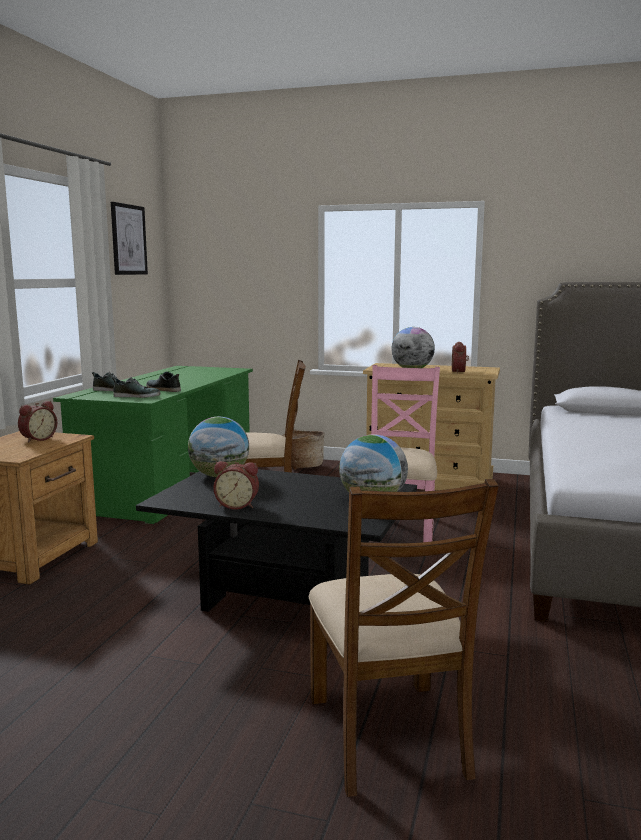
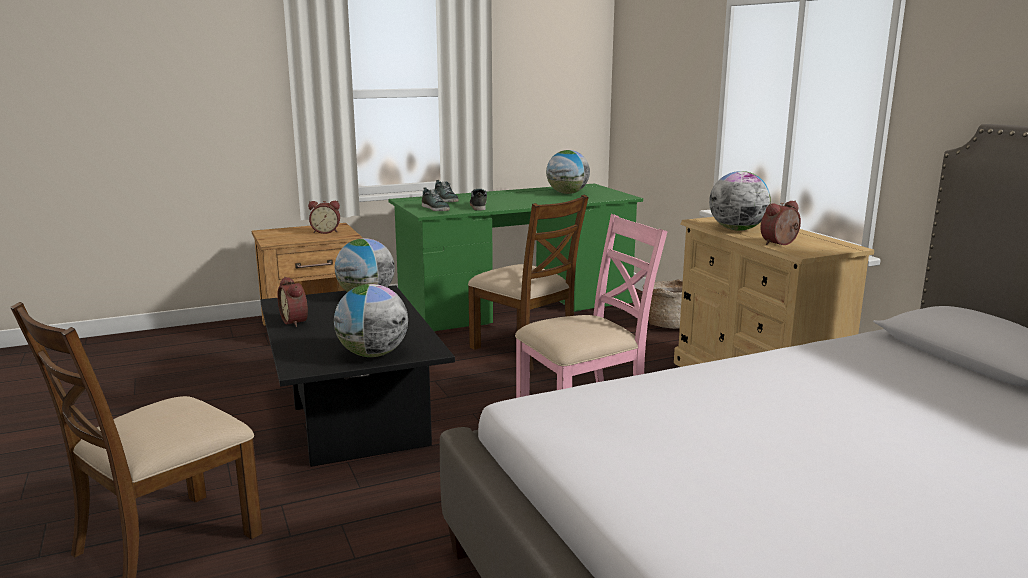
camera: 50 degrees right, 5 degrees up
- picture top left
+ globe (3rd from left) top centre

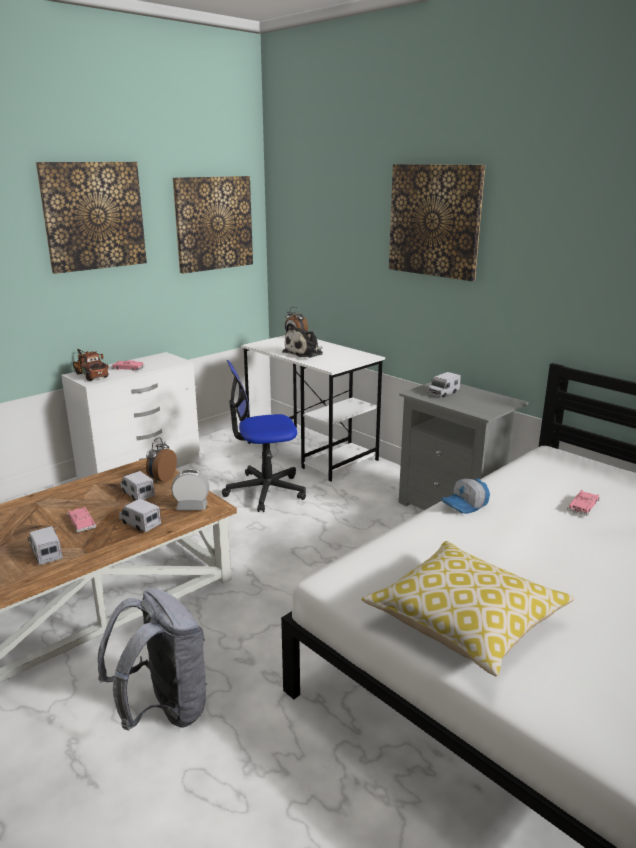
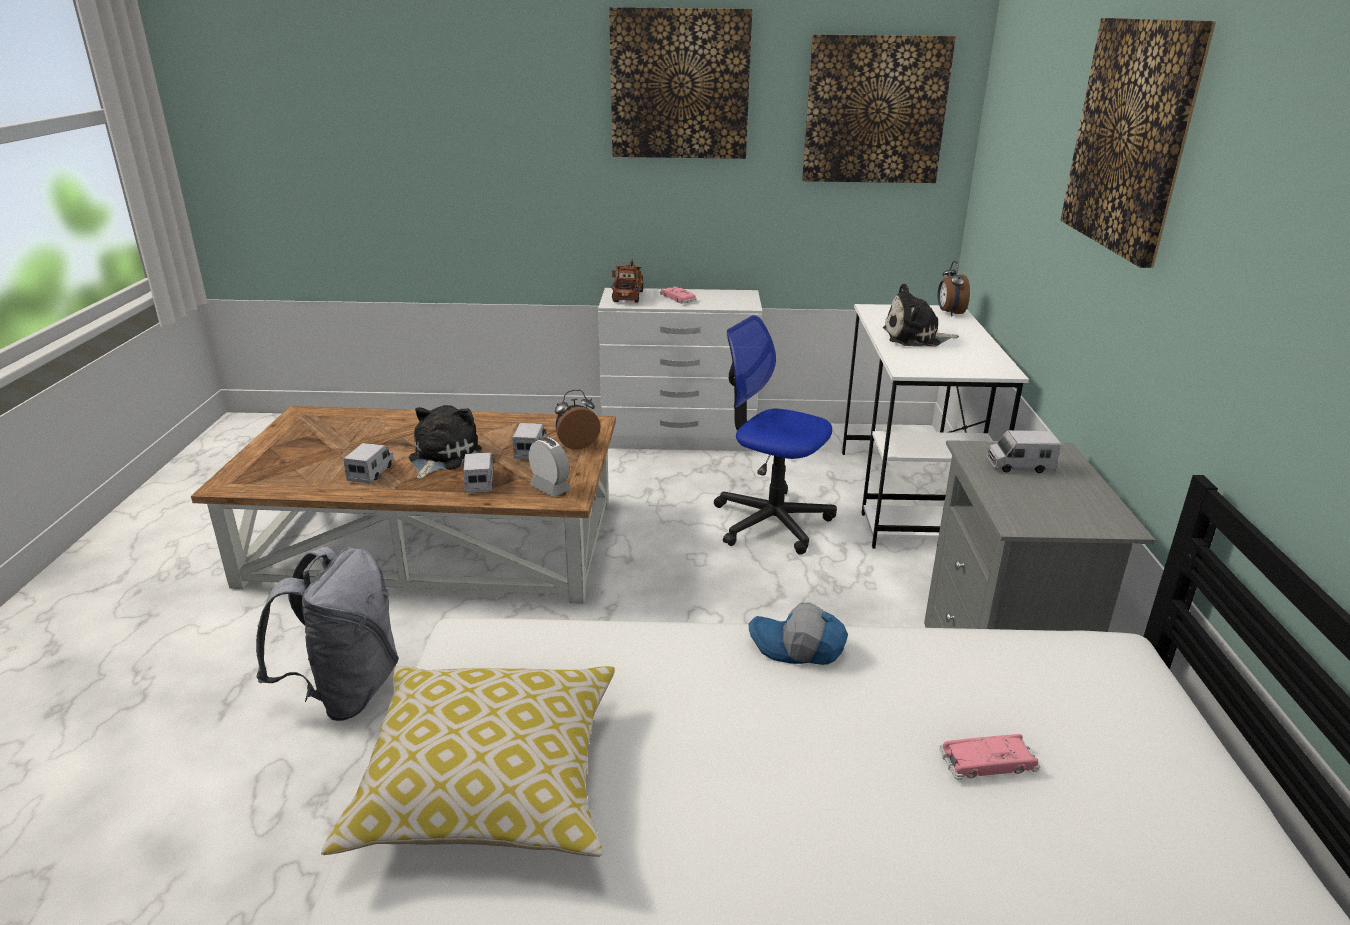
camera: 45 degrees right, 5 degrees up
~ pink miniature car (1st from left) middle left to plush toy (1st from left) middle left

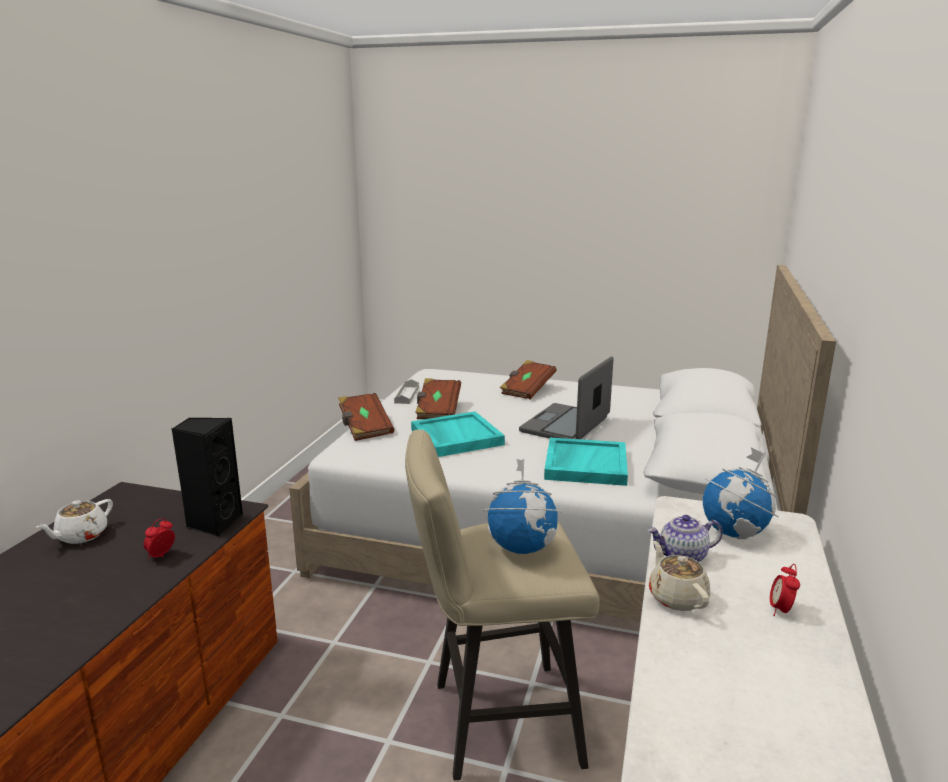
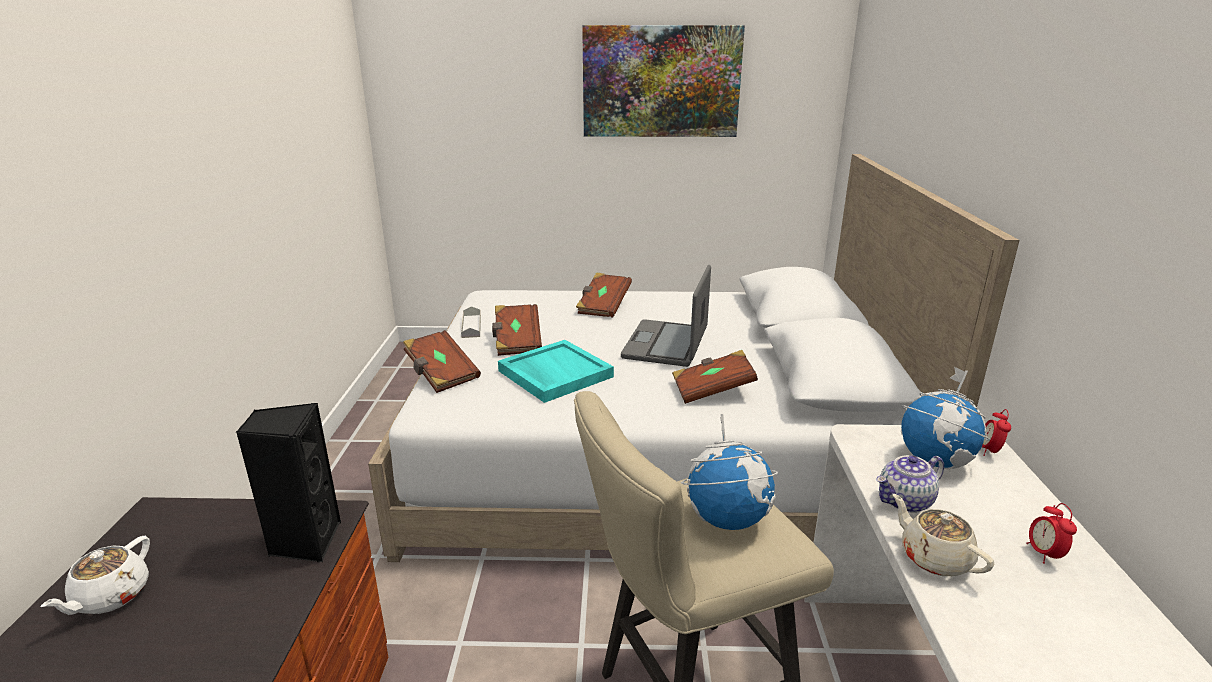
camera: 15 degrees left, 5 degrees up
~ turquoise-coloured carrying tray (2nd from left) centre to brown book (4th from left) centre
~ bedside clock (1st from left) bottom left to middle right
+ picture top centre

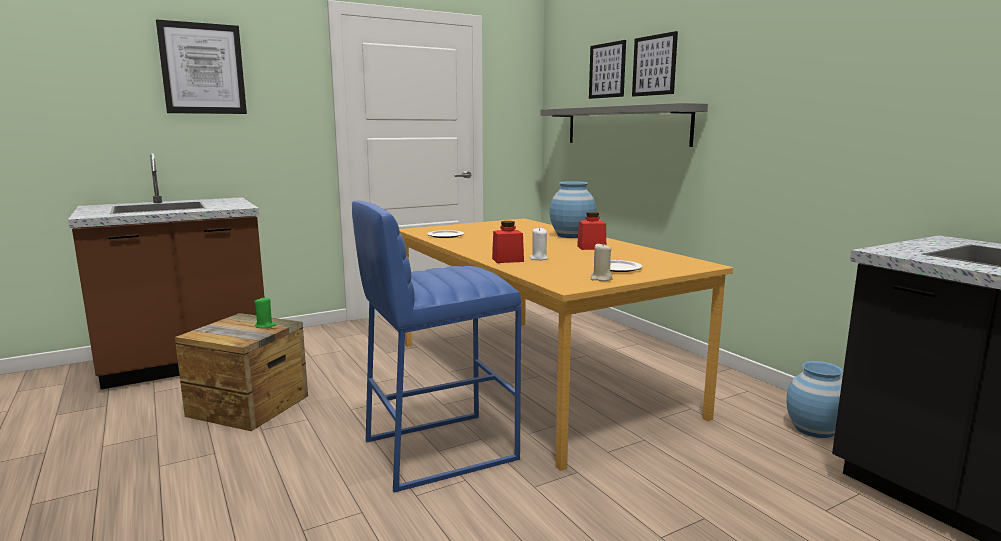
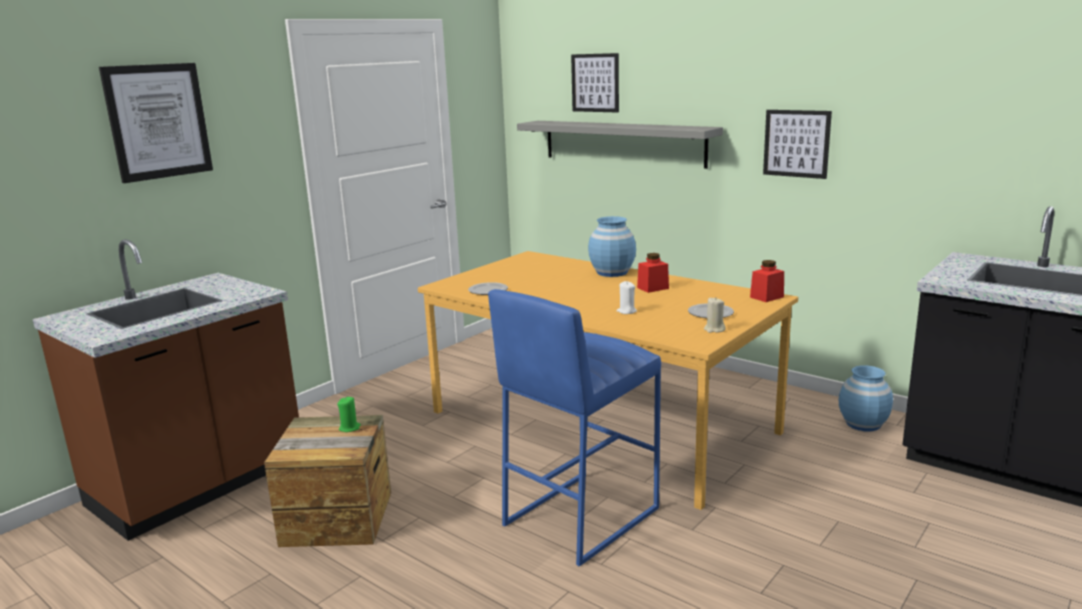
camera: 20 degrees left, 5 degrees up
~ picture (3rd from left) top centre to top right
~ red-coloured preserve jar (1st from left in the first image) centre to red-coloured preserve jar (2nd from left) middle right

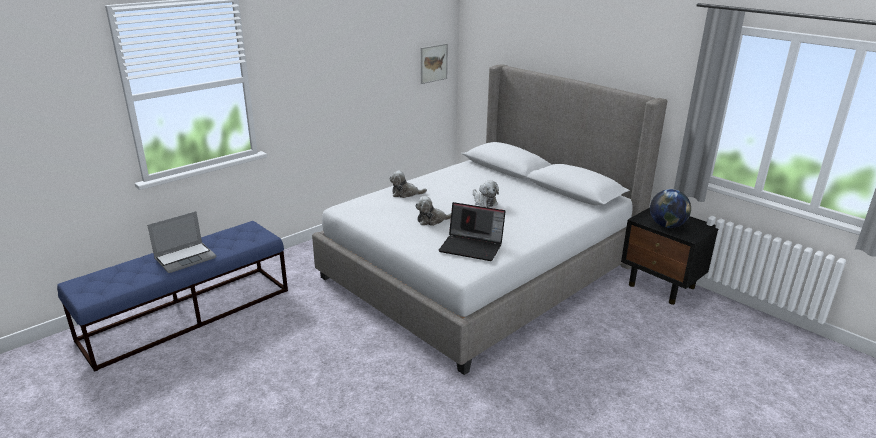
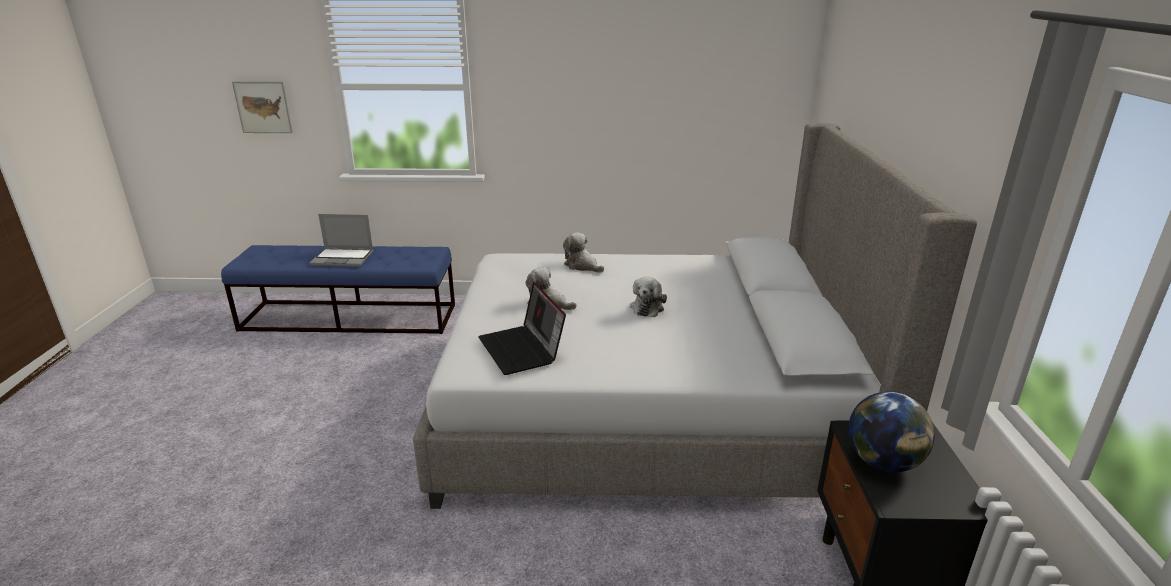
camera: 45 degrees right, 0 degrees up
~ picture top centre to top left

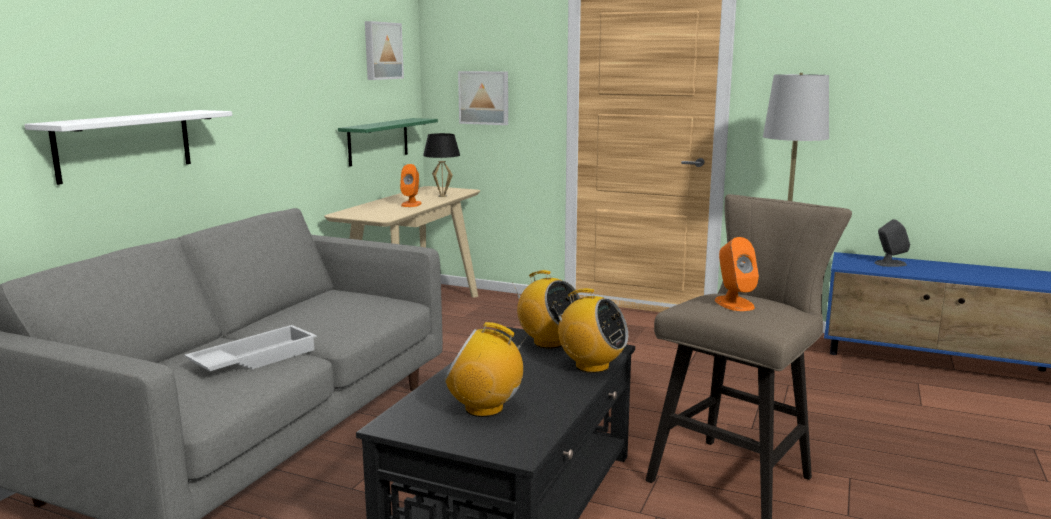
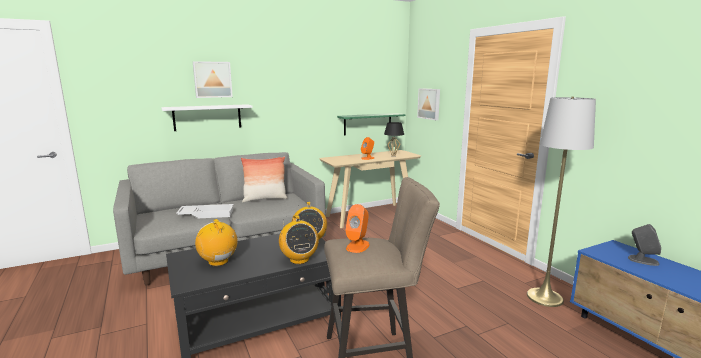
camera: 40 degrees right, 0 degrees up
~ picture (1st from left) top centre to top left
+ throw pillow centre

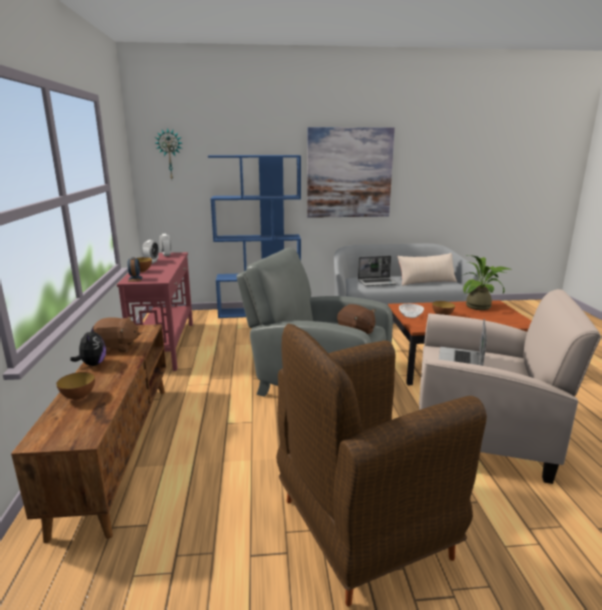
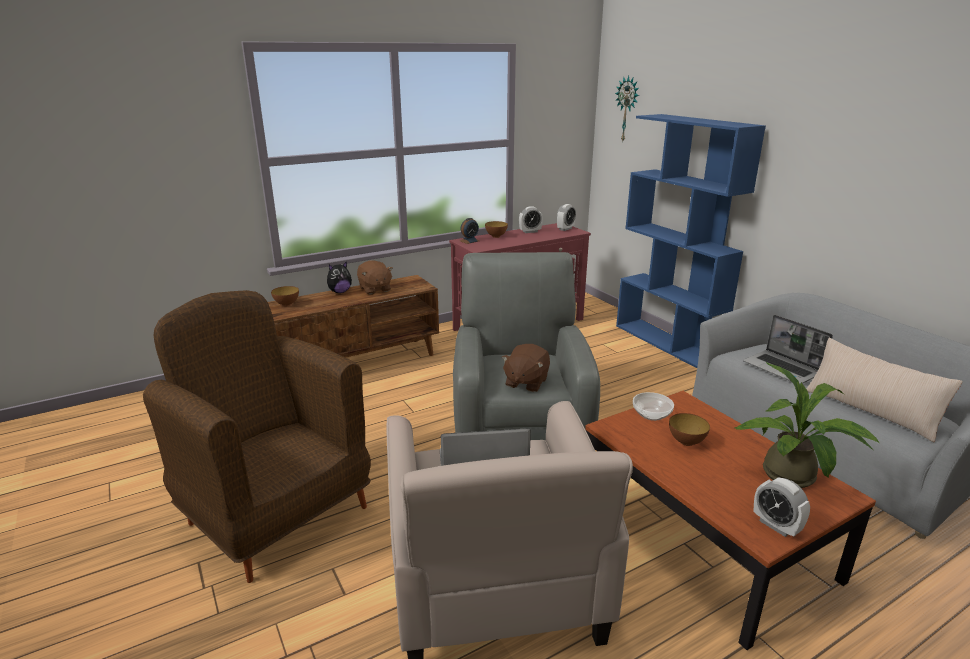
camera: 65 degrees right, 5 degrees up
- picture top centre
+ bedside clock (4th from left) bottom right

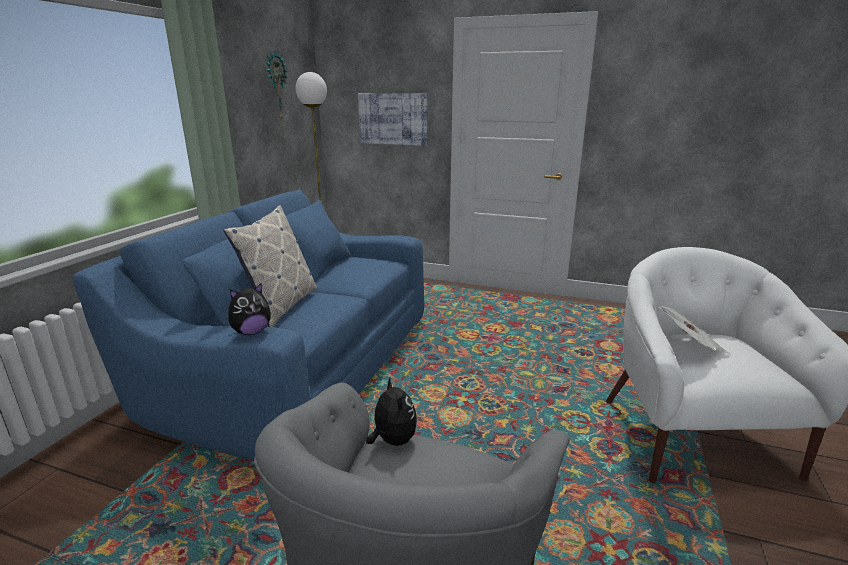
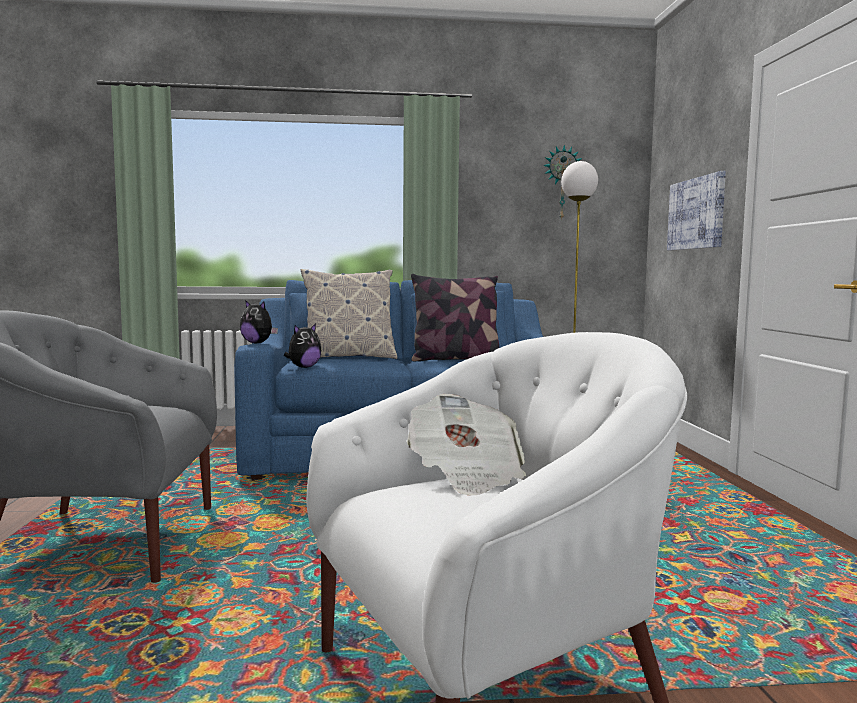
camera: 65 degrees right, 15 degrees down
~ plush toy (2nd from left) bottom centre to centre
+ throw pillow (2nd from left) centre

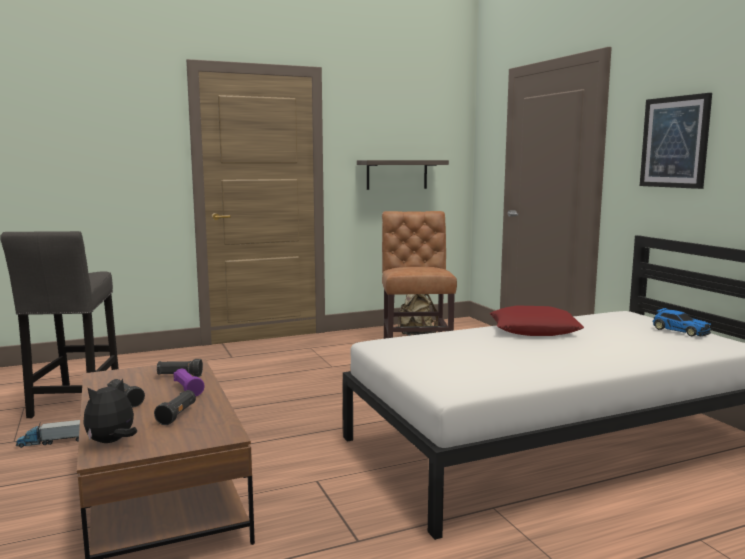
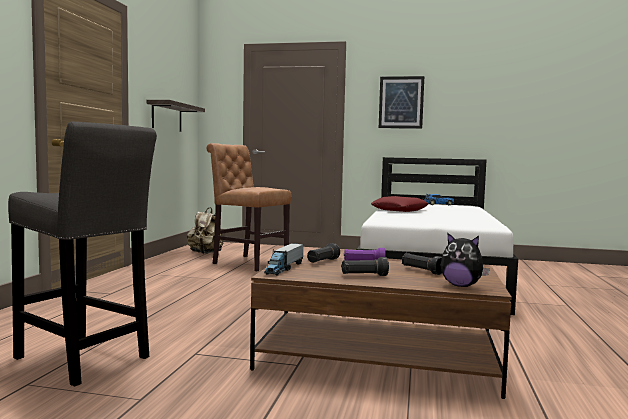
camera: 55 degrees left, 5 degrees down
~ plush toy bottom left = middle right 45 degrees counterclockwise
~ model truck bottom left to centre

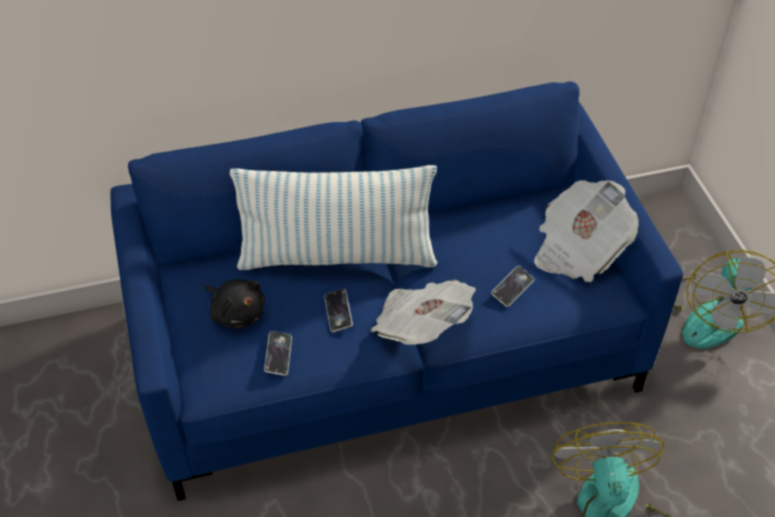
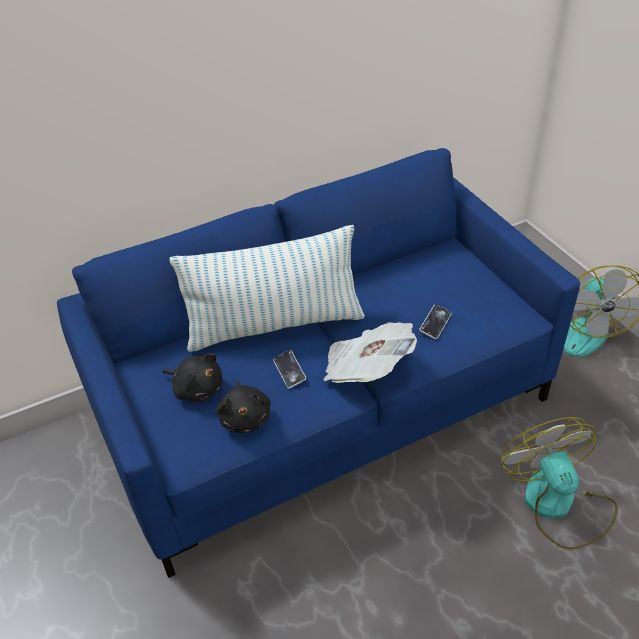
camera: 10 degrees left, 5 degrees down
- printed paper (2nd from left) middle right
~ handset (1st from left) bottom centre to black-coloured plush toy (2nd from left) centre

